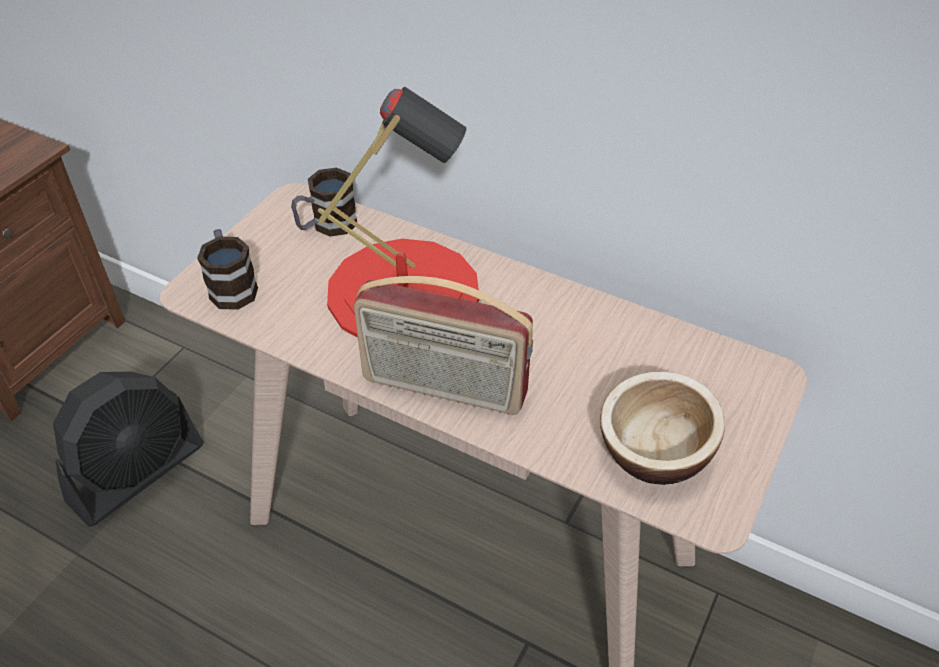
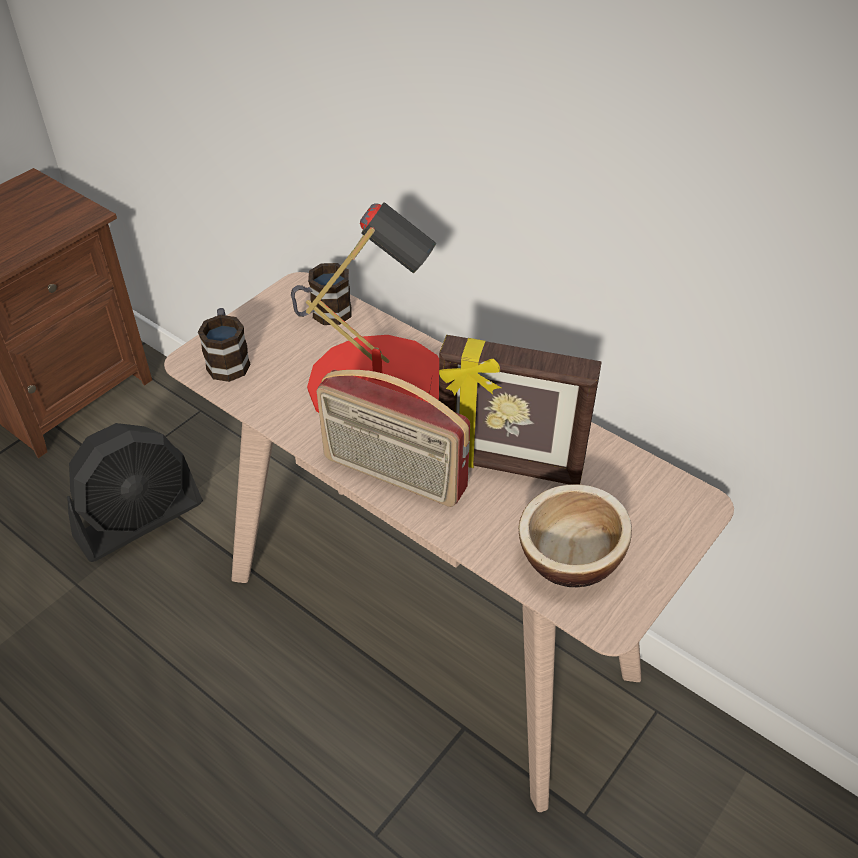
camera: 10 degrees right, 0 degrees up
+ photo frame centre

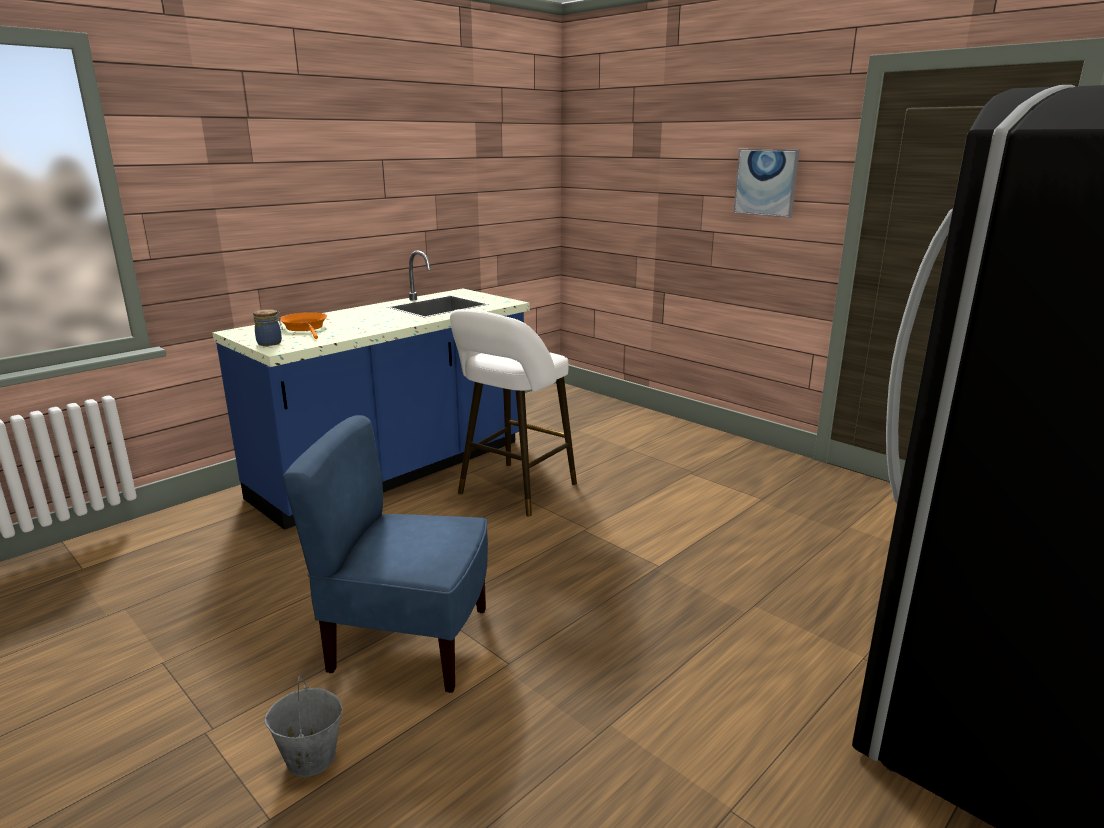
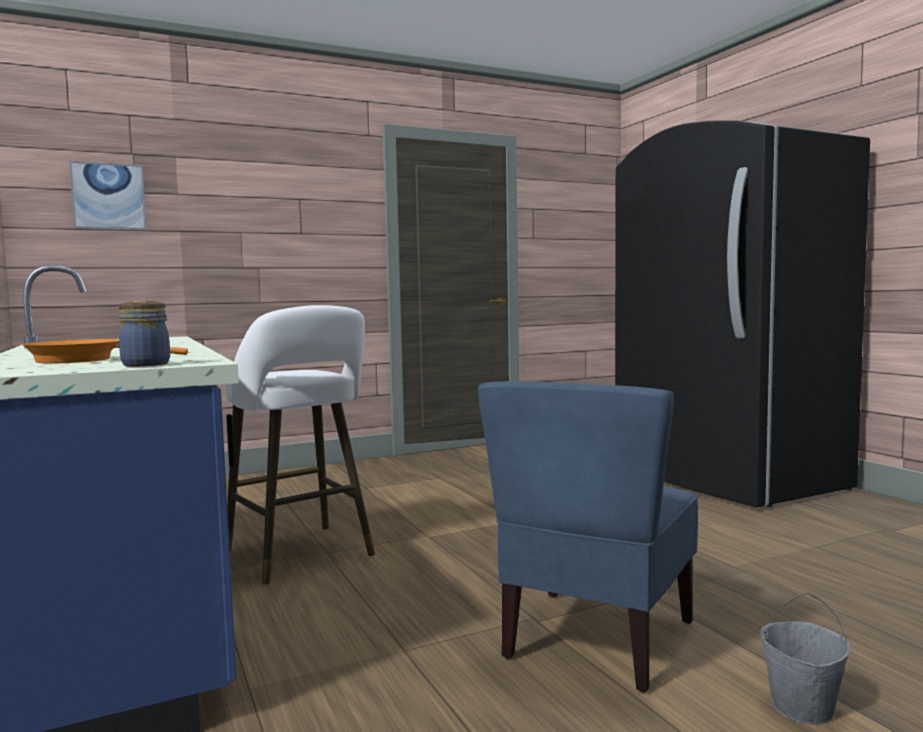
camera: 70 degrees left, 15 degrees down
~ picture top right to top left

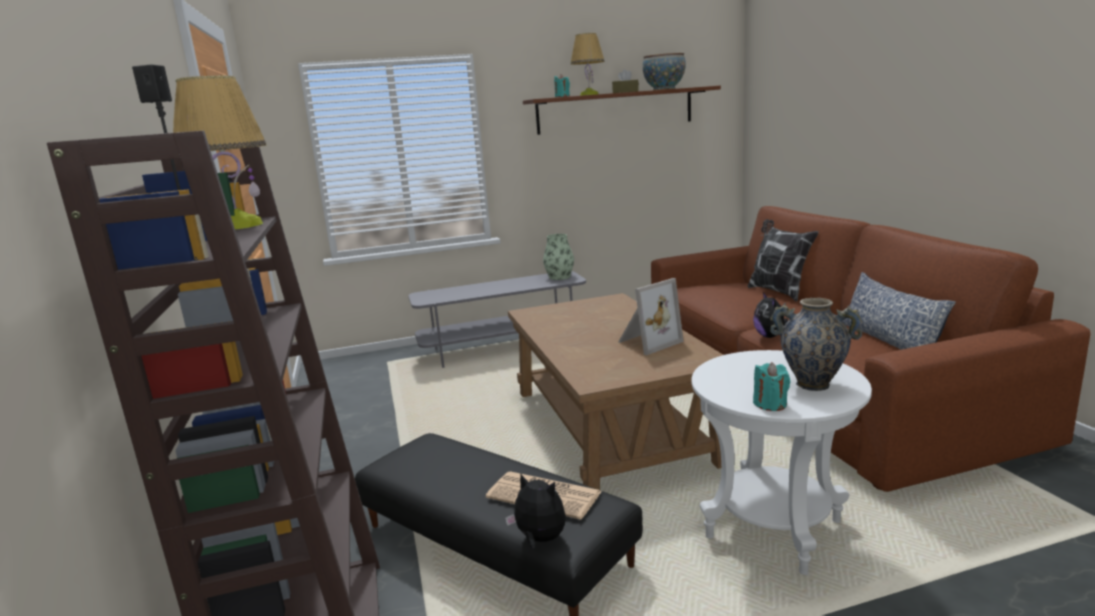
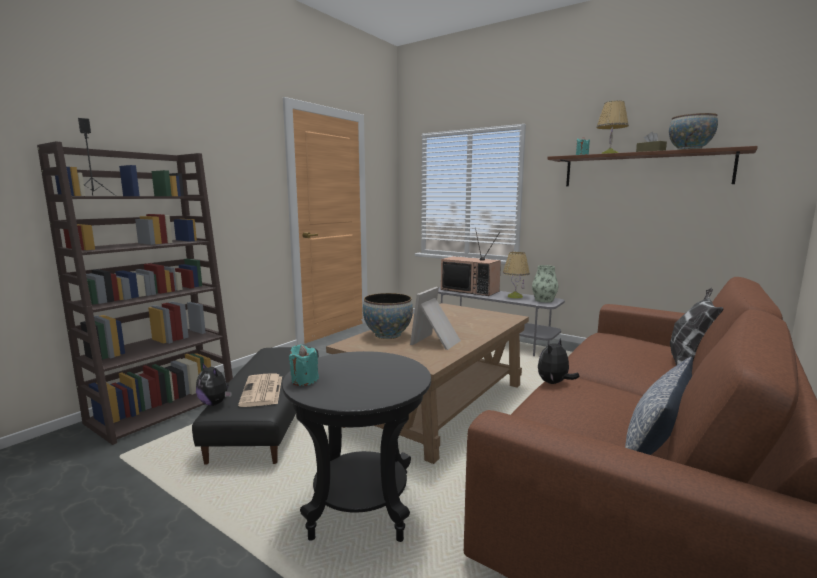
camera: 50 degrees right, 5 degrees down
~ table lamp (1st from left) top left to centre
~ photo frame centre = centre 105 degrees clockwise
- flower vase (2nd from left) middle right
~ white accent table bottom right to black-coloured accent table bottom centre
~ plush toy (1st from left) bottom centre = middle left 135 degrees clockwise
+ TV centre
+ serving bowl (1st from left) centre

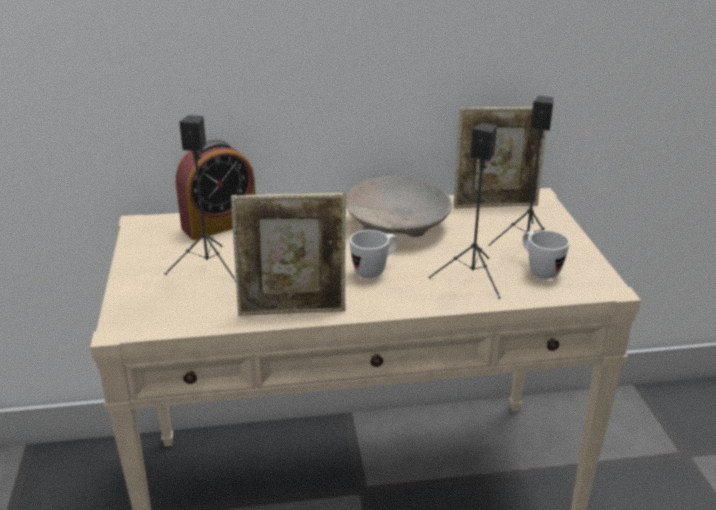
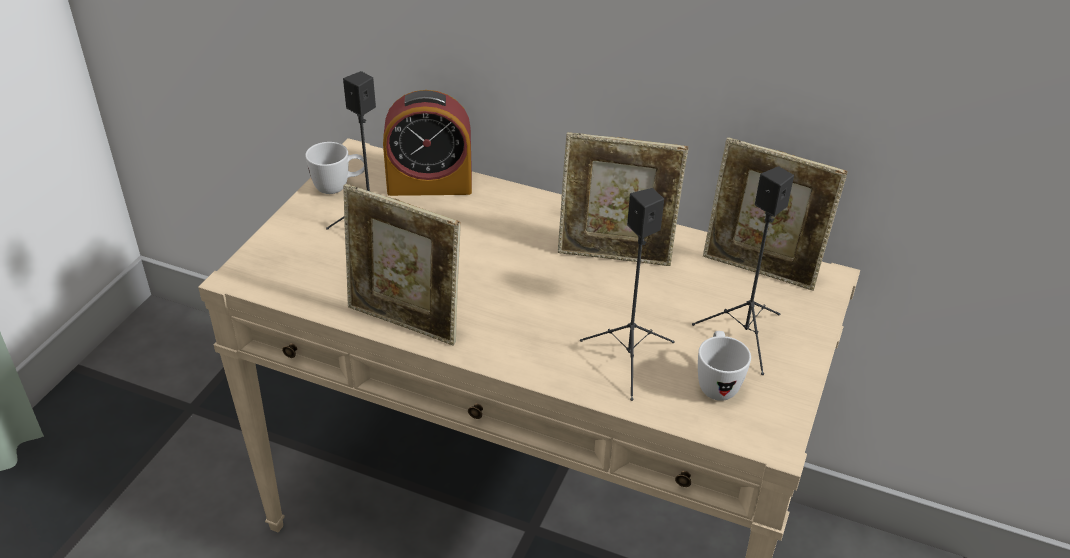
camera: 30 degrees right, 10 degrees up
~ beige serving bowl centre to photo frame (2nd from left) centre
~ white tea mug (1st from left) centre to top left

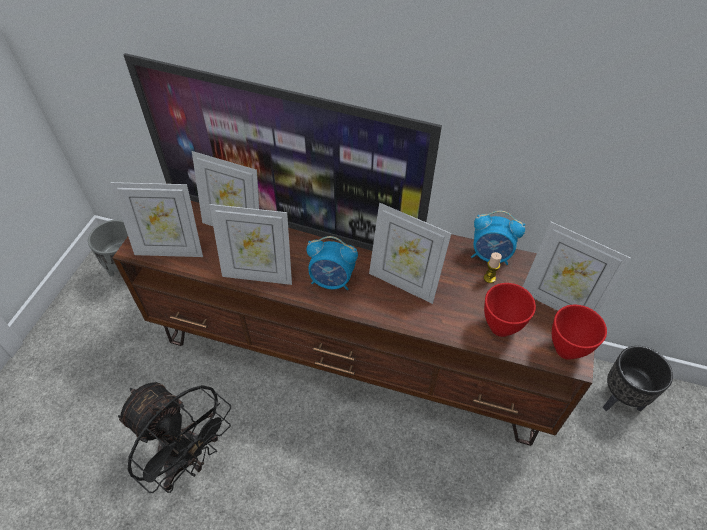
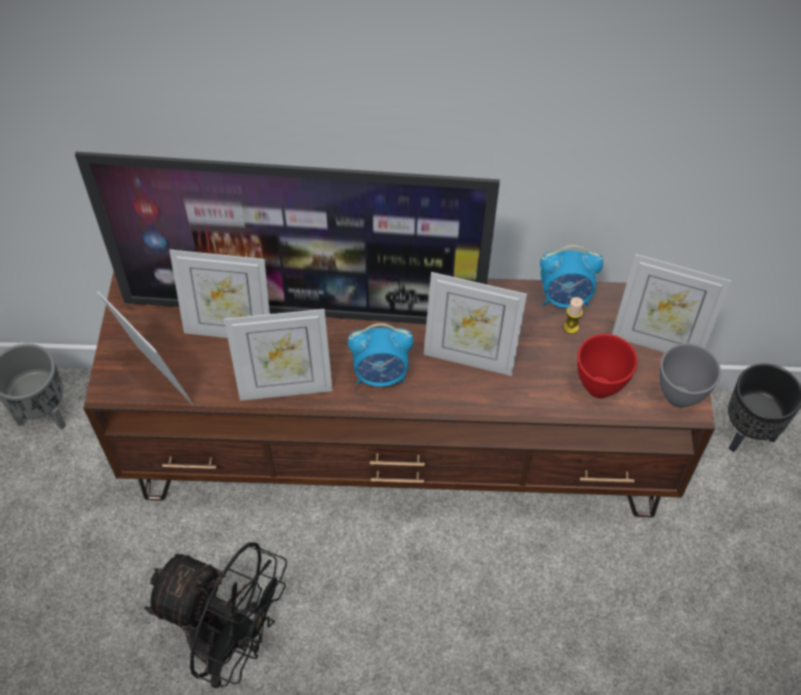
camera: 15 degrees left, 5 degrees up
~ photo frame (1st from left) middle left = middle left 120 degrees counterclockwise
~ red-coloured serving bowl (2nd from left) middle right to gray serving bowl middle right

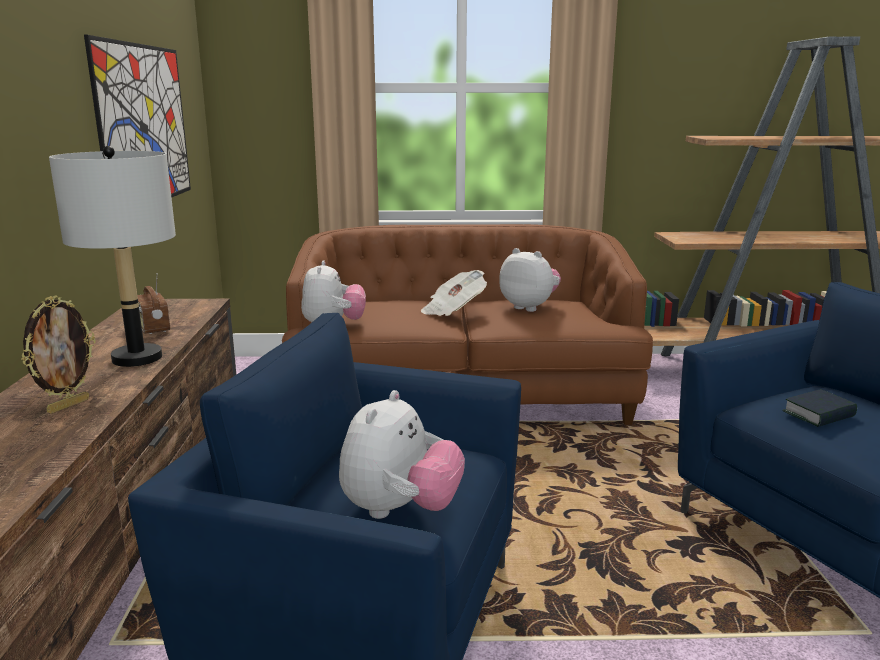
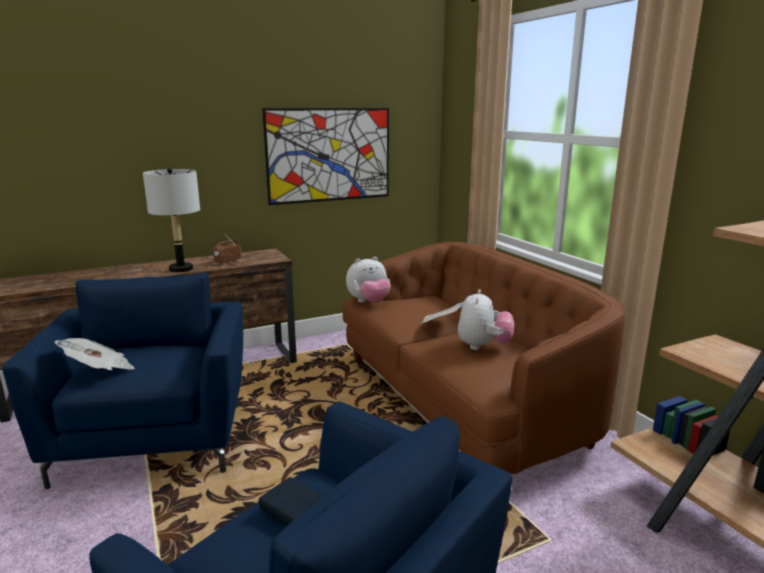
camera: 65 degrees right, 0 degrees up
- photo frame middle left
~ plush toy (2nd from left) bottom centre to printed paper (1st from left) middle left

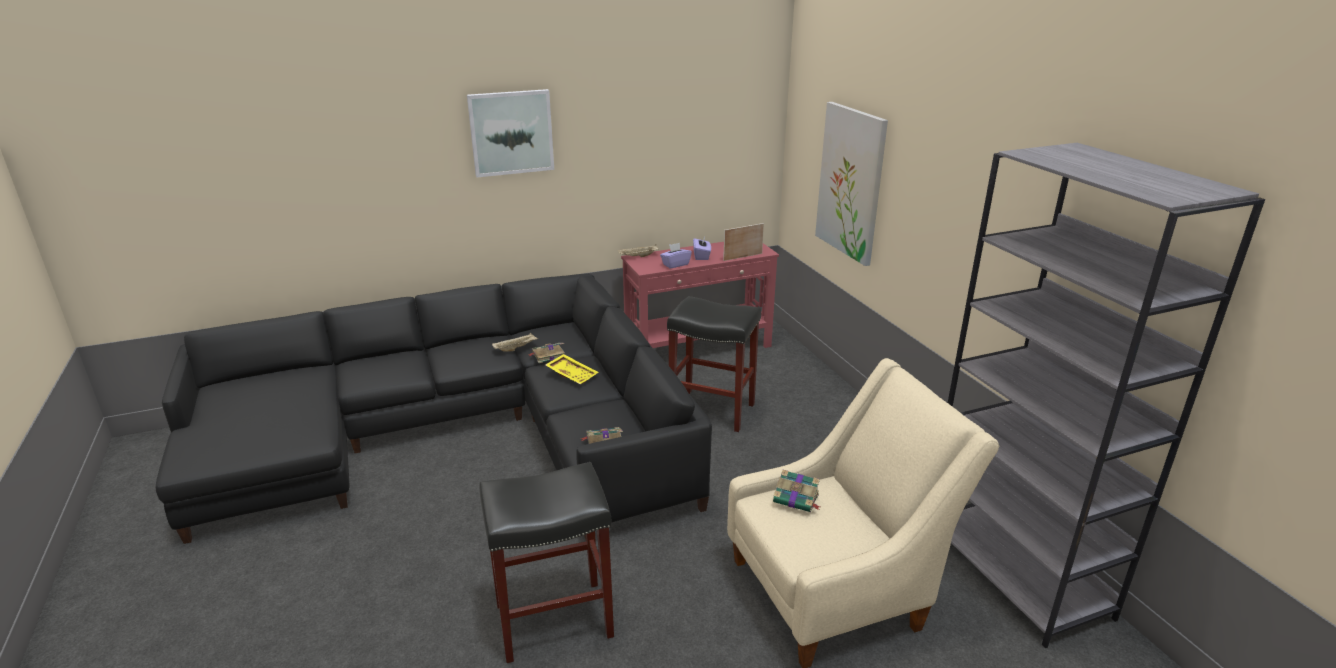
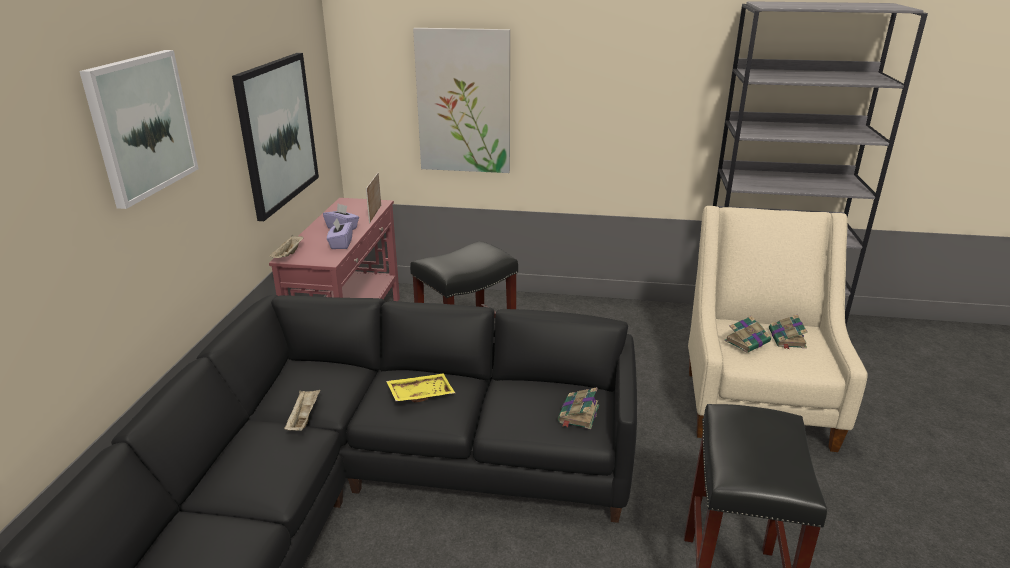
camera: 60 degrees left, 0 degrees up
~ book (1st from left in the first image) centre to book (3rd from left) middle right
+ picture (2nd from left) top left

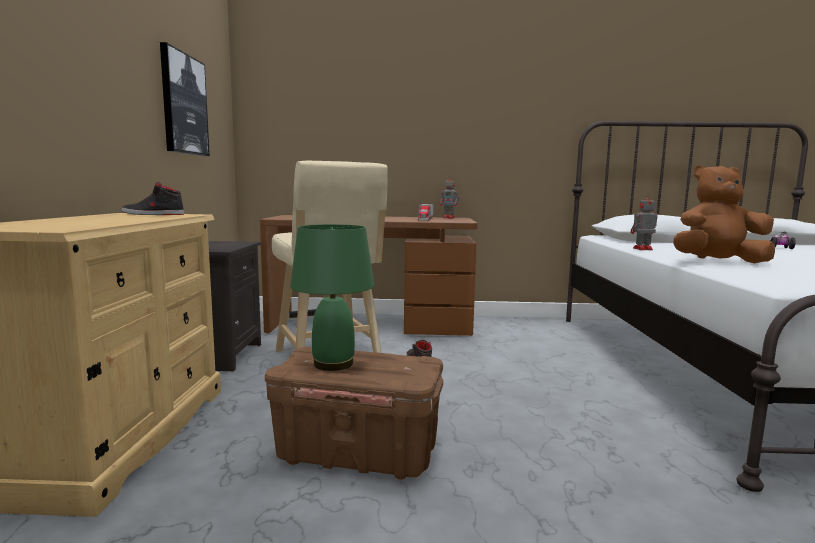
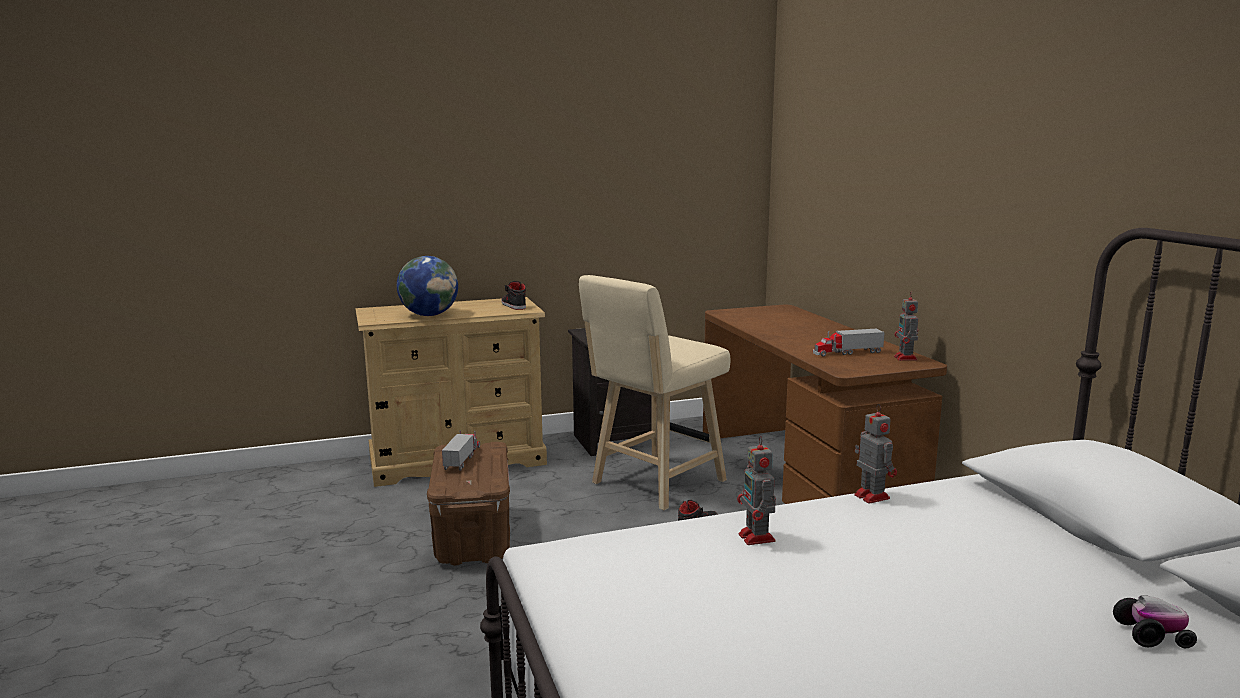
camera: 70 degrees right, 5 degrees up
- picture top left
~ brown plush toy middle right to model robot (1st from left) bottom centre
~ green-coloured table lamp centre to model truck (1st from left) centre
+ globe centre

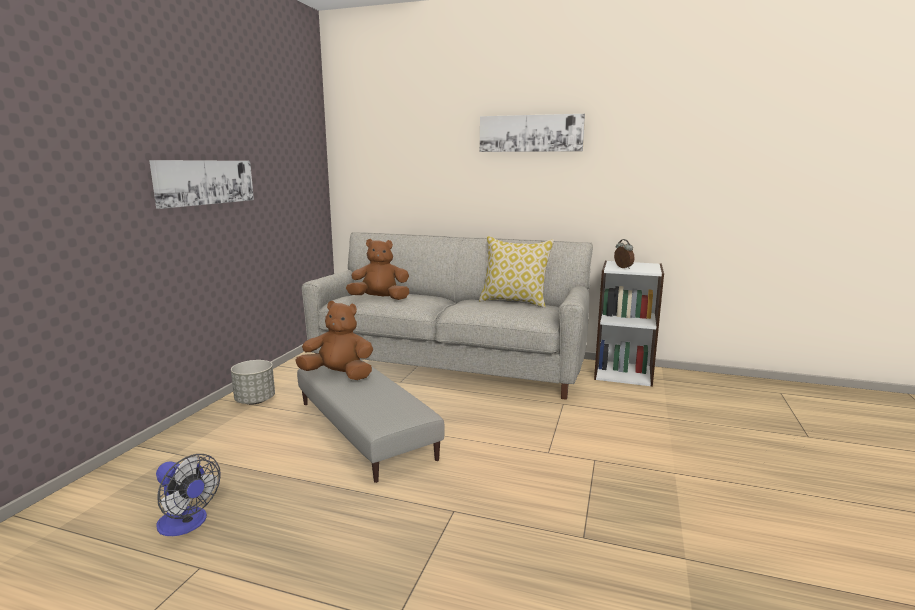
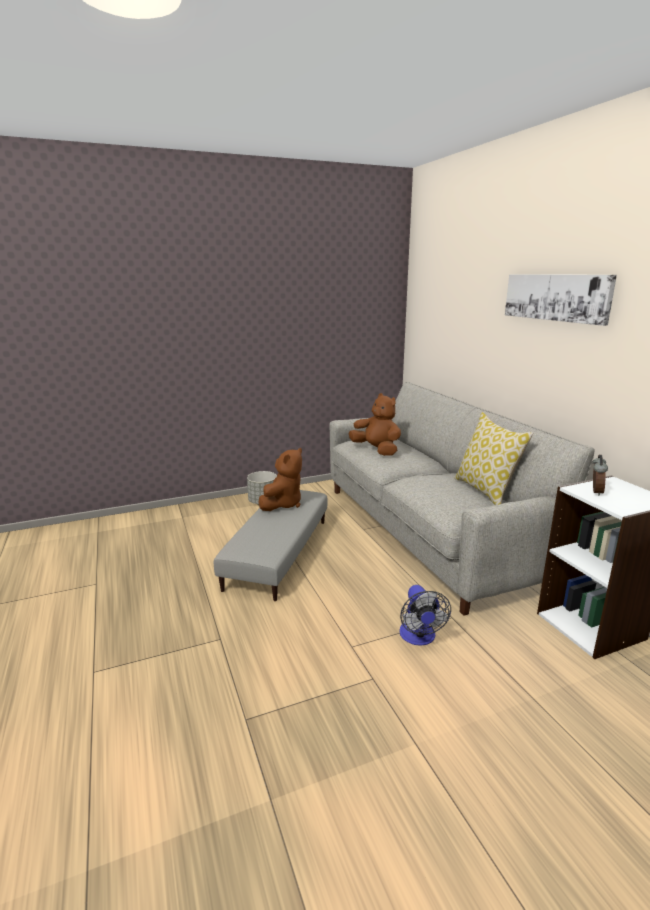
camera: 50 degrees right, 5 degrees up
- picture (1st from left) top left
~ brown plush toy (1st from left) centre = centre 60 degrees clockwise
~ electric fan bottom left to bottom centre

